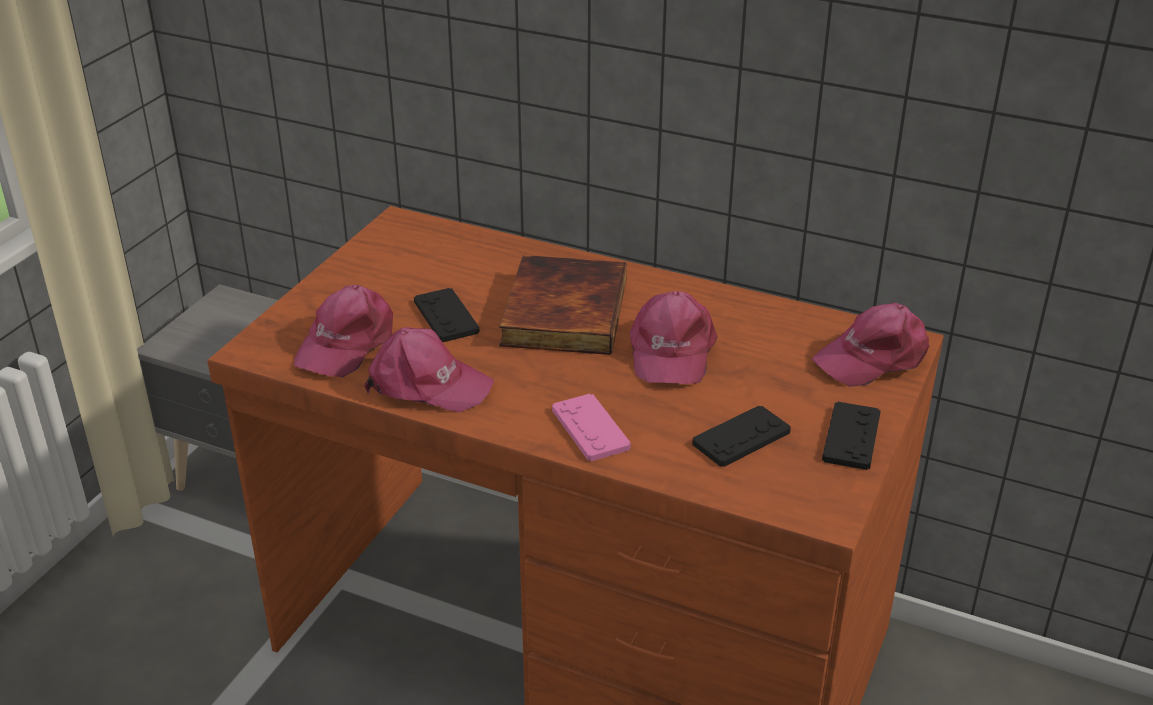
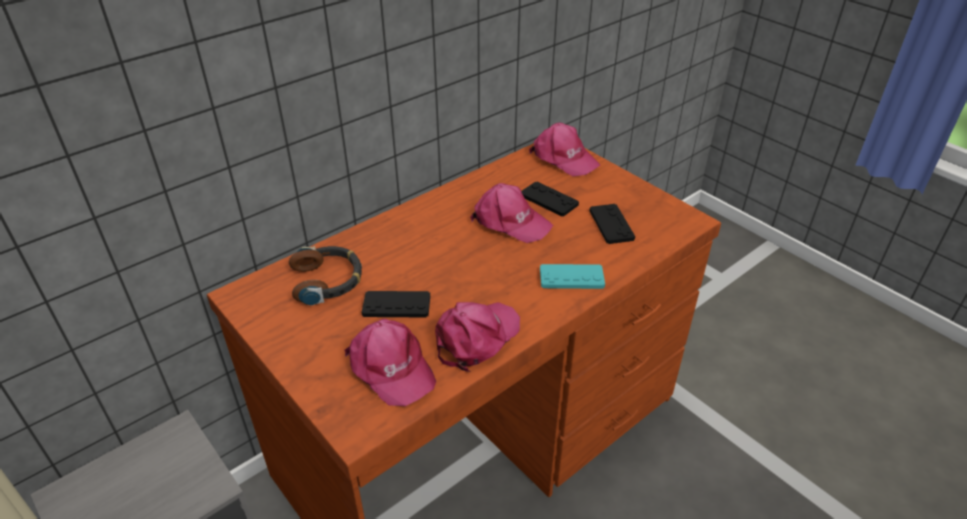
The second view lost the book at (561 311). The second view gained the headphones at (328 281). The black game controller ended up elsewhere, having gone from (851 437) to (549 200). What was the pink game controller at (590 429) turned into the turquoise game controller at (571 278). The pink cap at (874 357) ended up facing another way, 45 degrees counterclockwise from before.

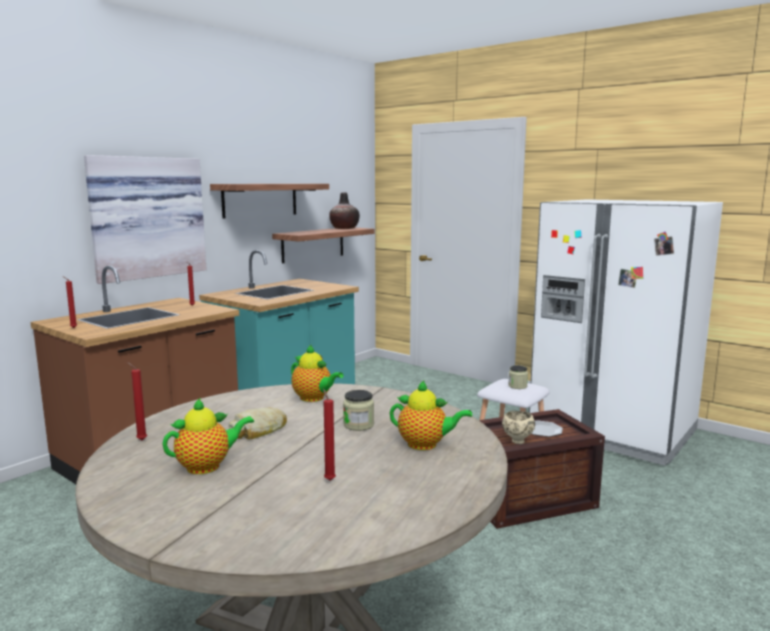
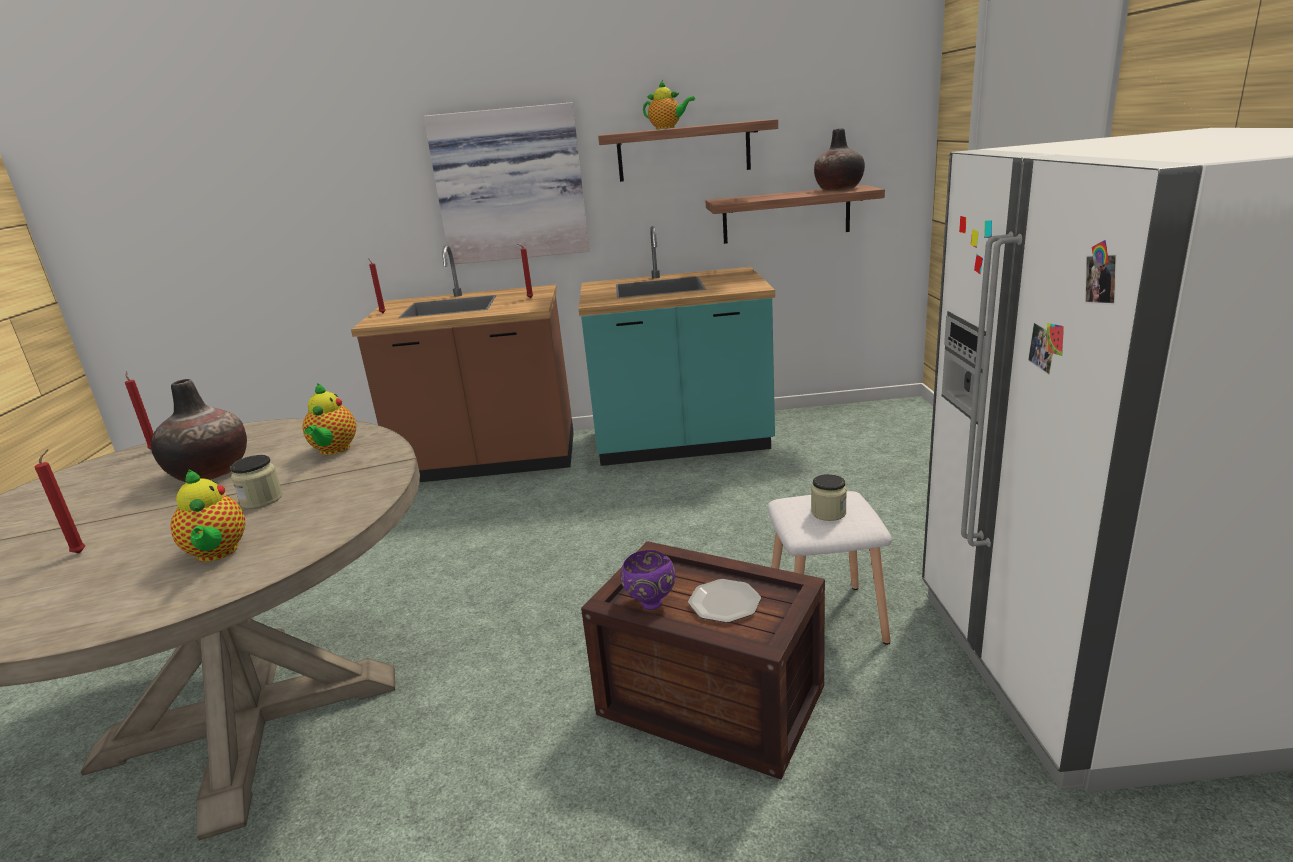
The teapot ended up elsewhere, having gone from (207 466) to (667 128). Where the bread stood at (259 430), the vase came to stand at (211 472). What was the beige bowl at (517 441) turned into the purple bowl at (649 603).

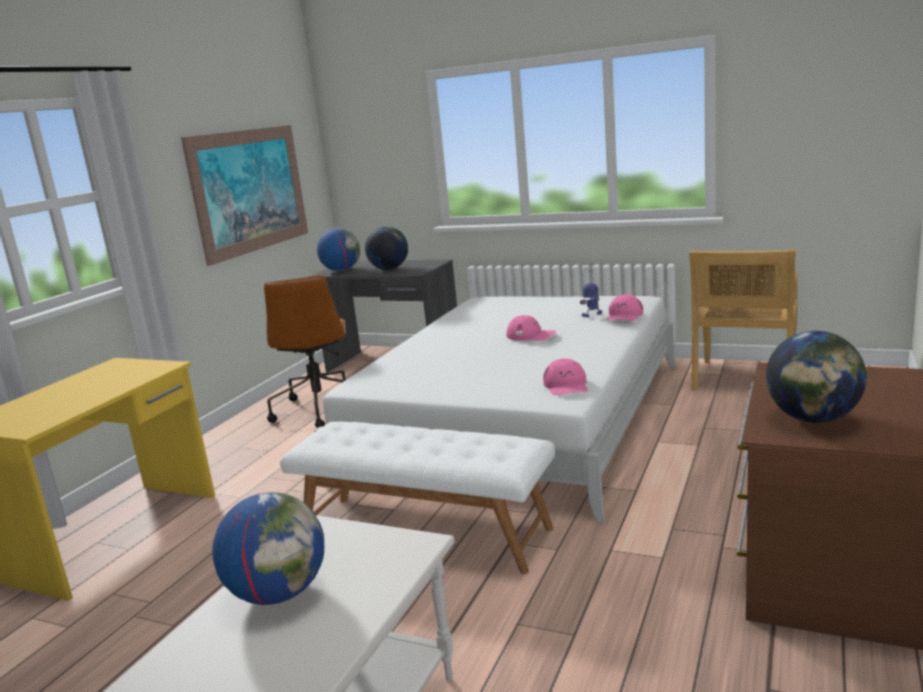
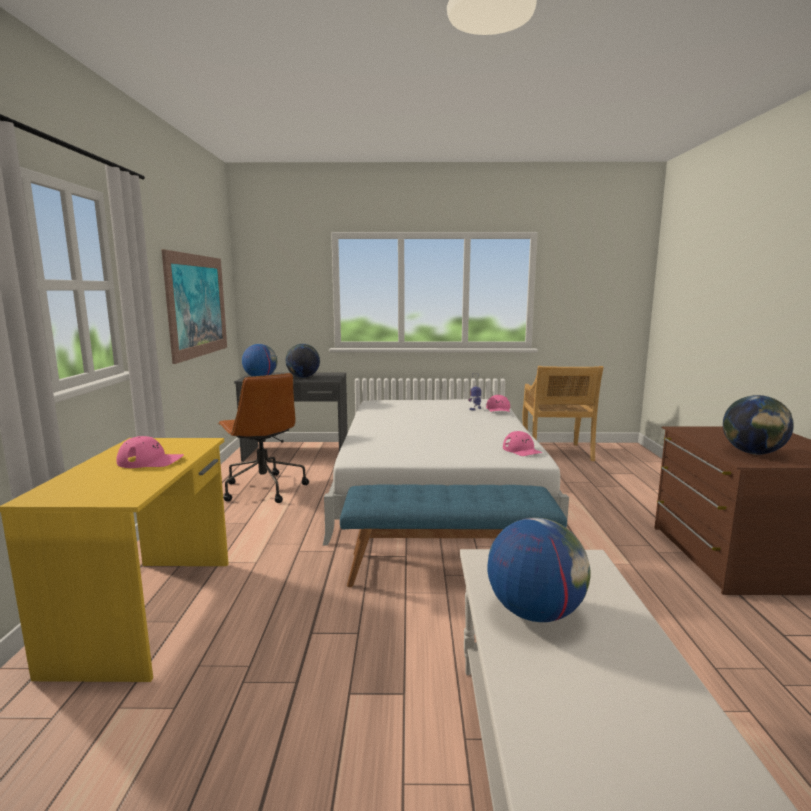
The pink cap ended up elsewhere, having gone from (531 335) to (151 461). What was the white bench at (425 531) turned into the blue bench at (449 568).

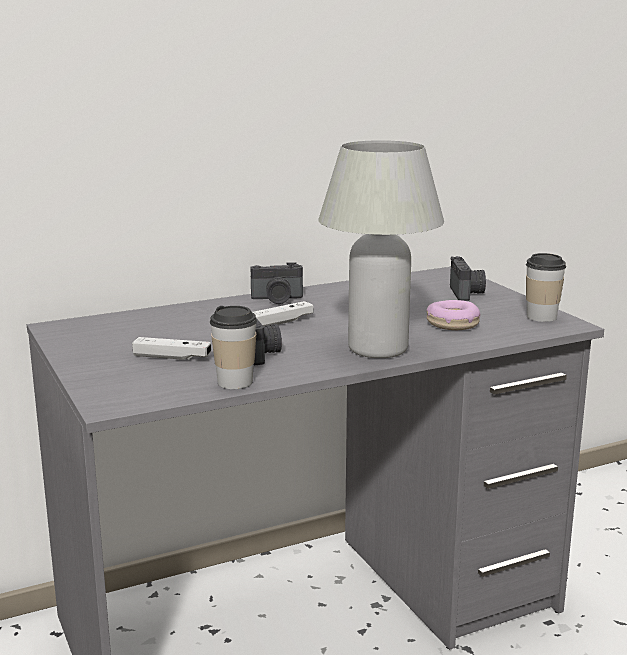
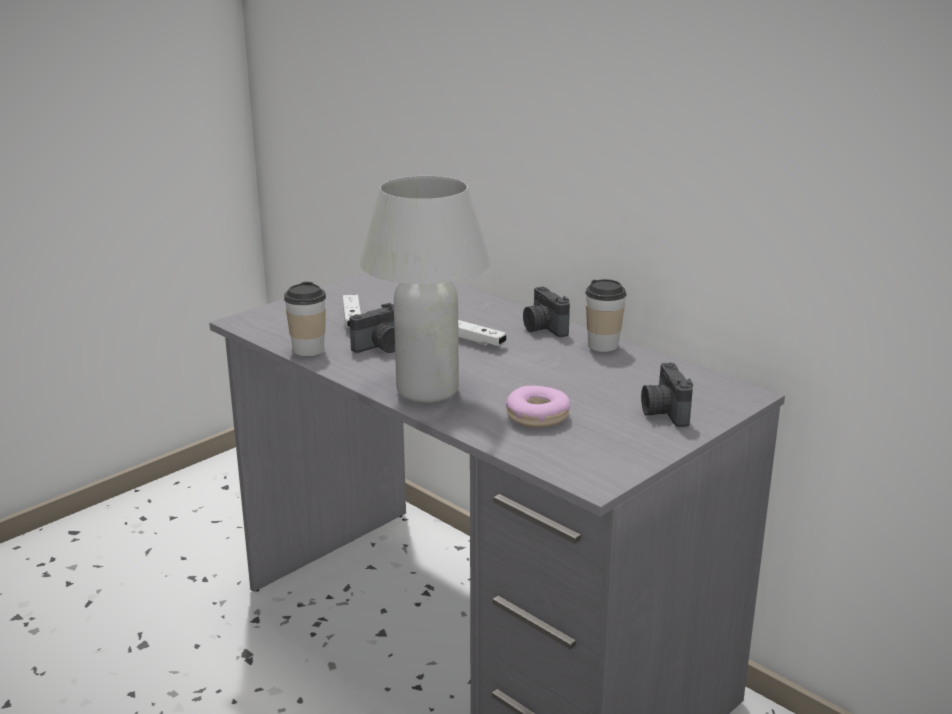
The cup ended up elsewhere, having gone from (541 317) to (603 345). The photo camera at (467 293) ended up facing another way, 105 degrees clockwise from before.

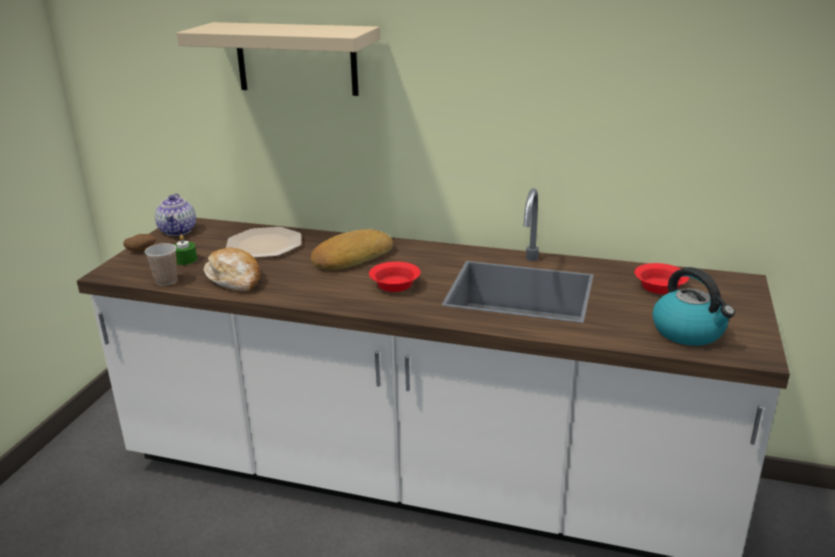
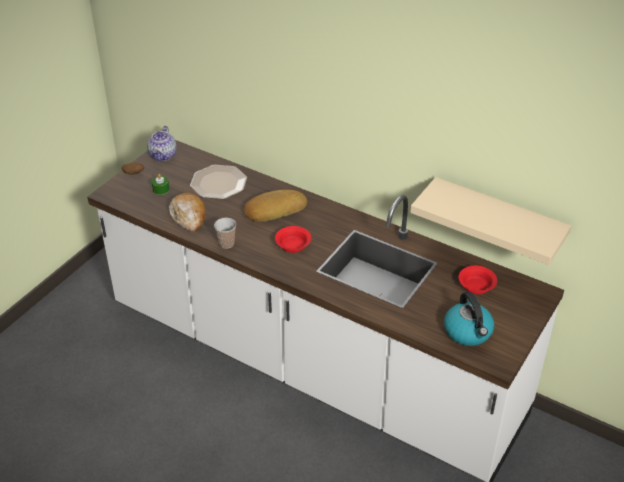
The cup ended up elsewhere, having gone from (166 281) to (226 244). The beige shelf ended up elsewhere, having gone from (296 58) to (497 221).

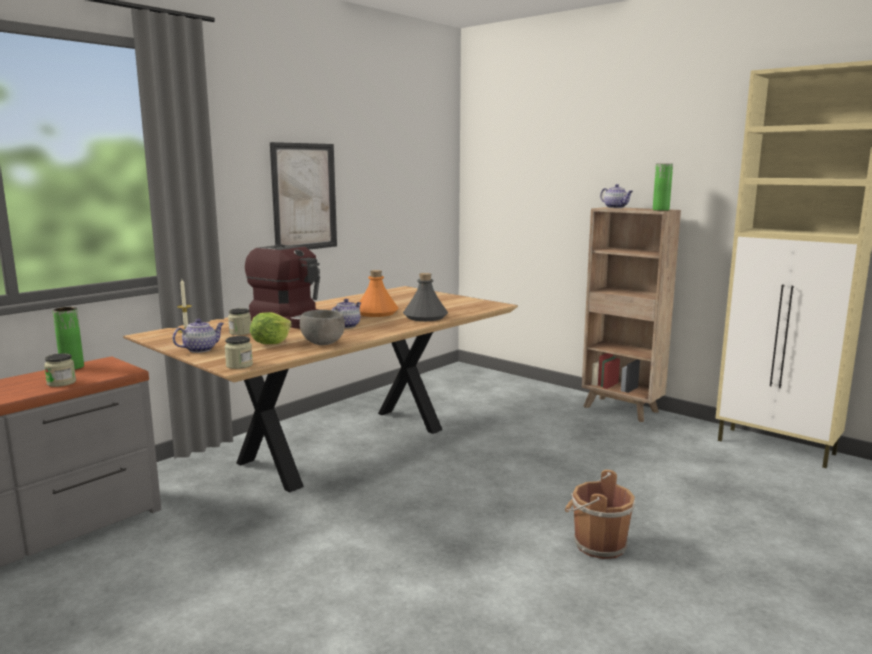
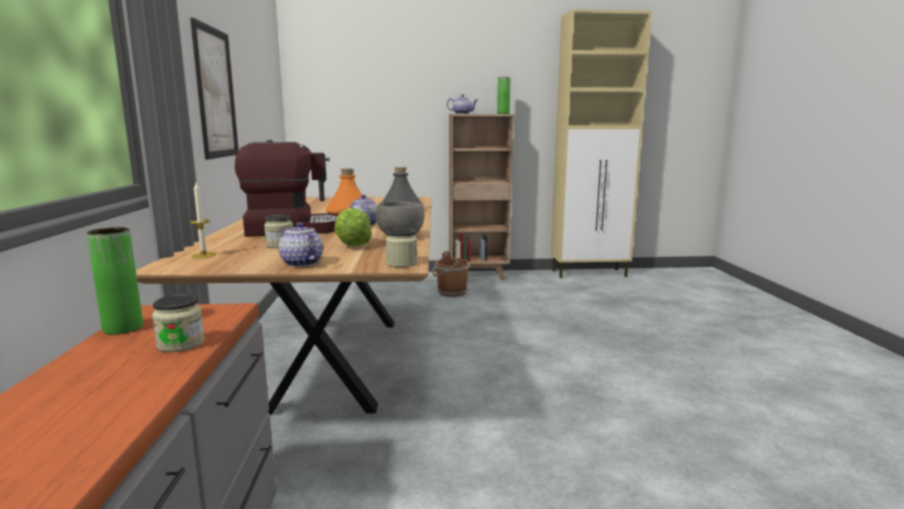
The brown bucket ended up elsewhere, having gone from (597 545) to (451 292). The teapot at (201 349) ended up facing another way, 45 degrees counterclockwise from before.

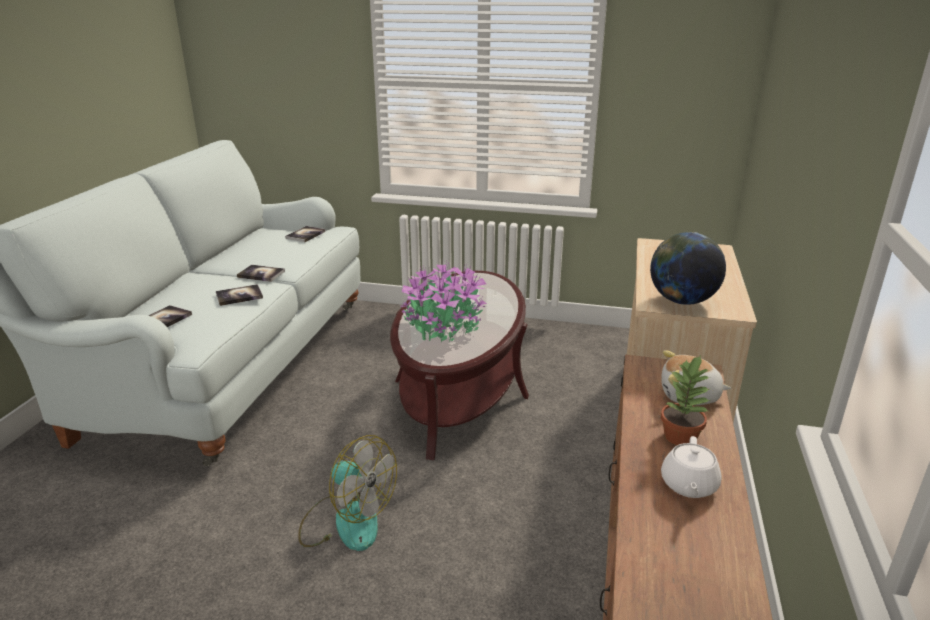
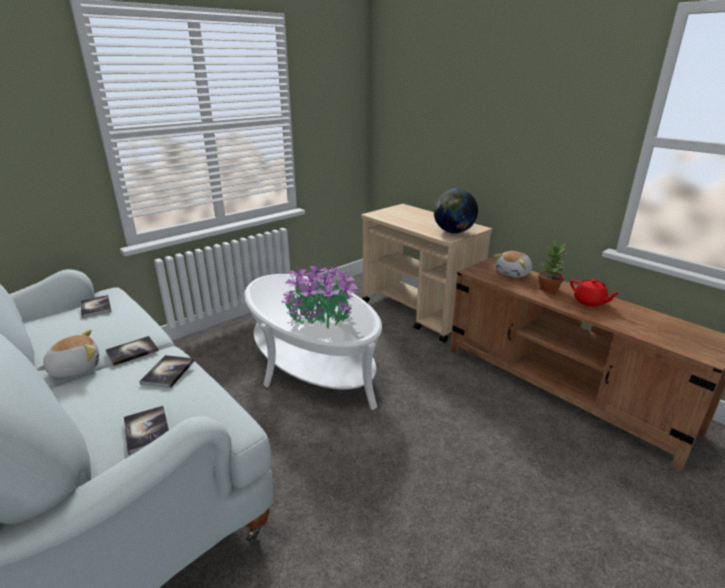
The second view lost the fan at (346 521). The second view gained the plush toy at (75 368). What was the brown coffee table at (460 388) turned into the white coffee table at (312 364). What was the white teapot at (688 485) turned into the red teapot at (590 302).

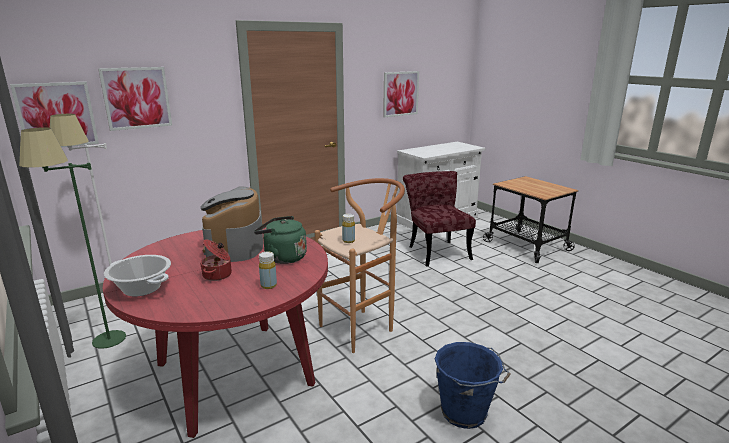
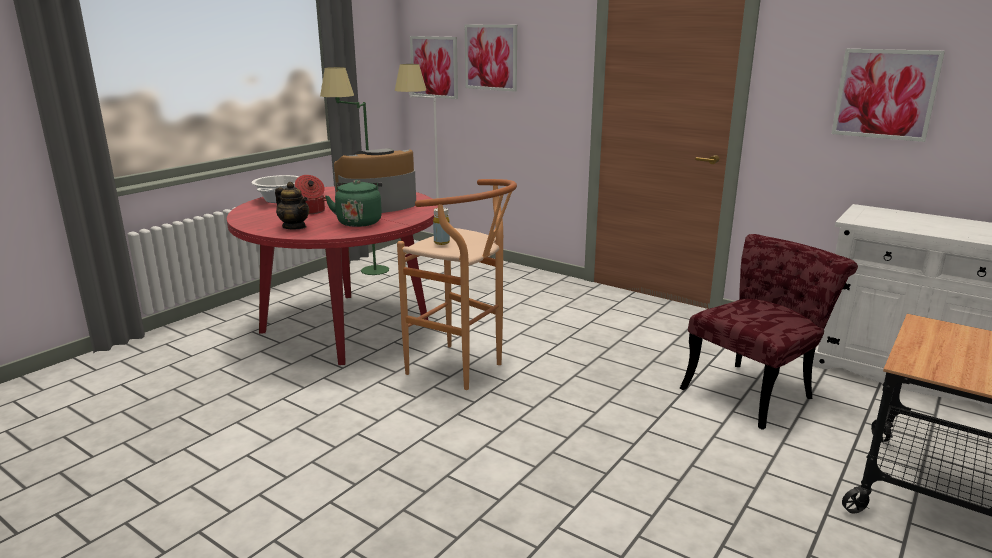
The second view lost the blue bucket at (465 413). Where the yellow bottle stood at (268 285), the teapot came to stand at (294 227).

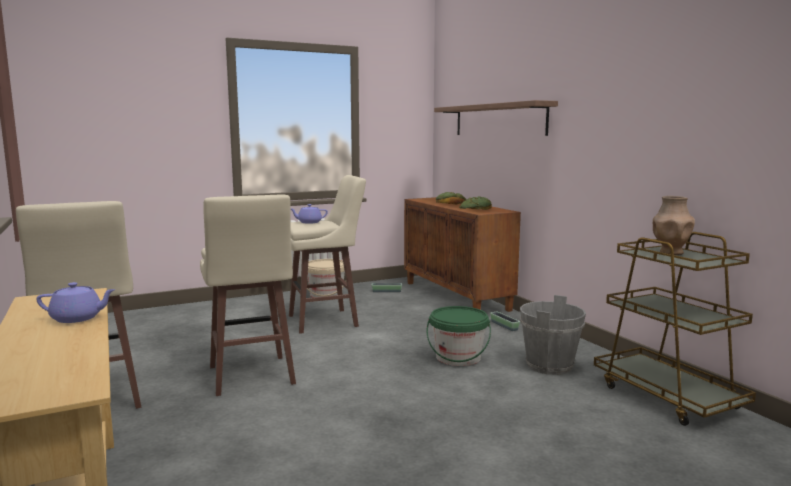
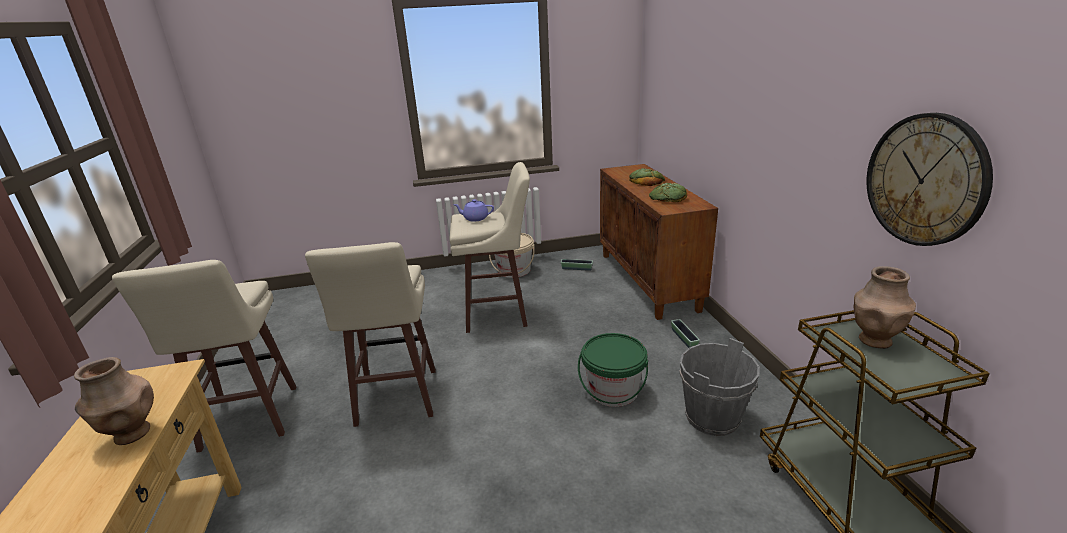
The second view lost the shelf at (498 120). The second view gained the wall clock at (925 180). Where the purple teapot stood at (78 318), the brown vase came to stand at (131 434).

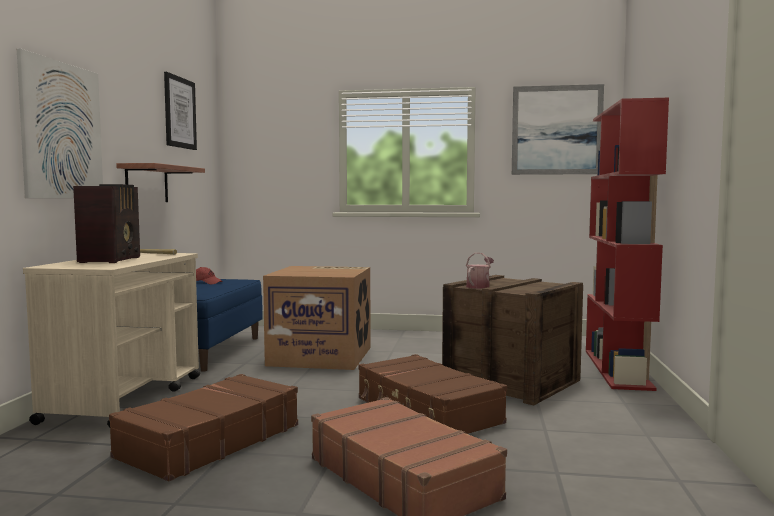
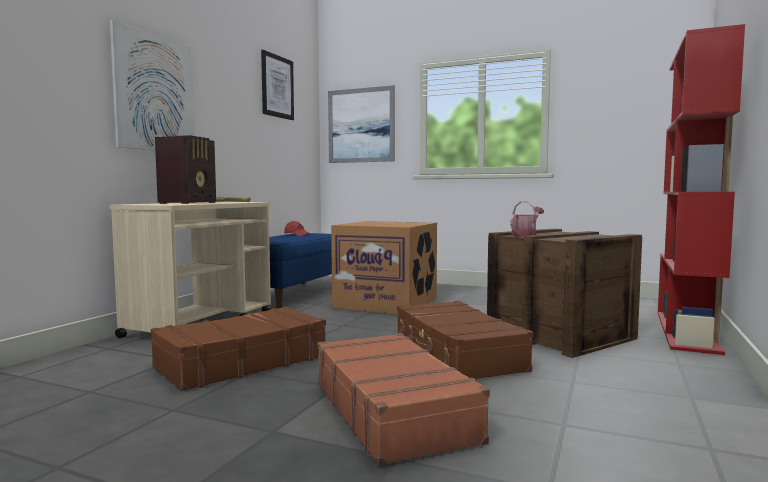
The second view lost the shelf at (147 184). The picture ended up elsewhere, having gone from (556 130) to (361 125).

